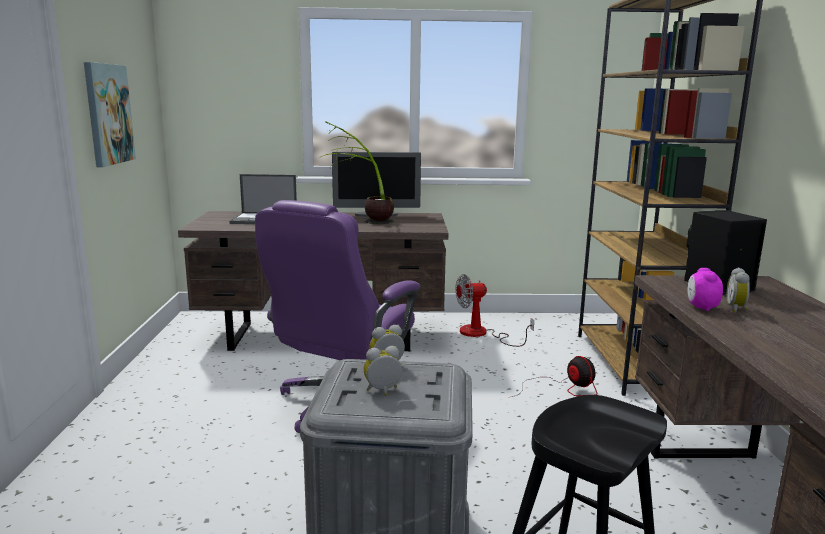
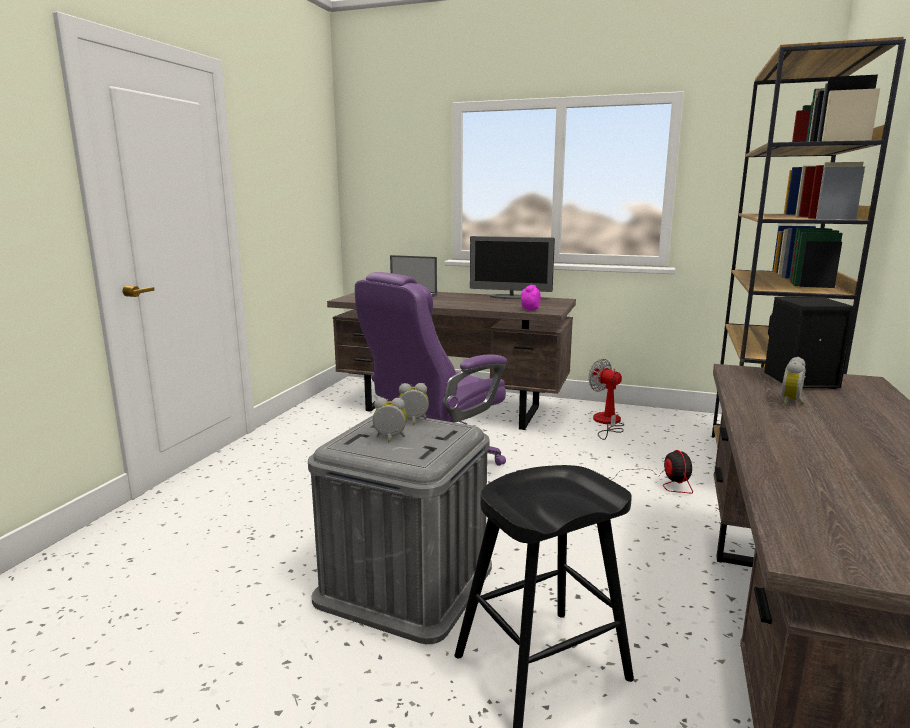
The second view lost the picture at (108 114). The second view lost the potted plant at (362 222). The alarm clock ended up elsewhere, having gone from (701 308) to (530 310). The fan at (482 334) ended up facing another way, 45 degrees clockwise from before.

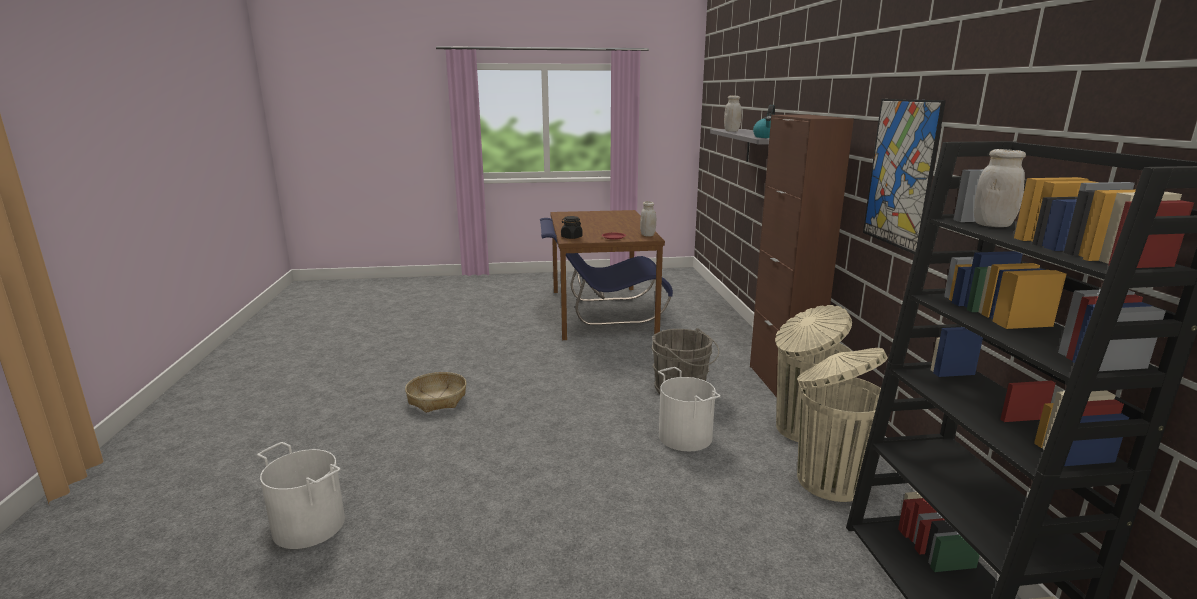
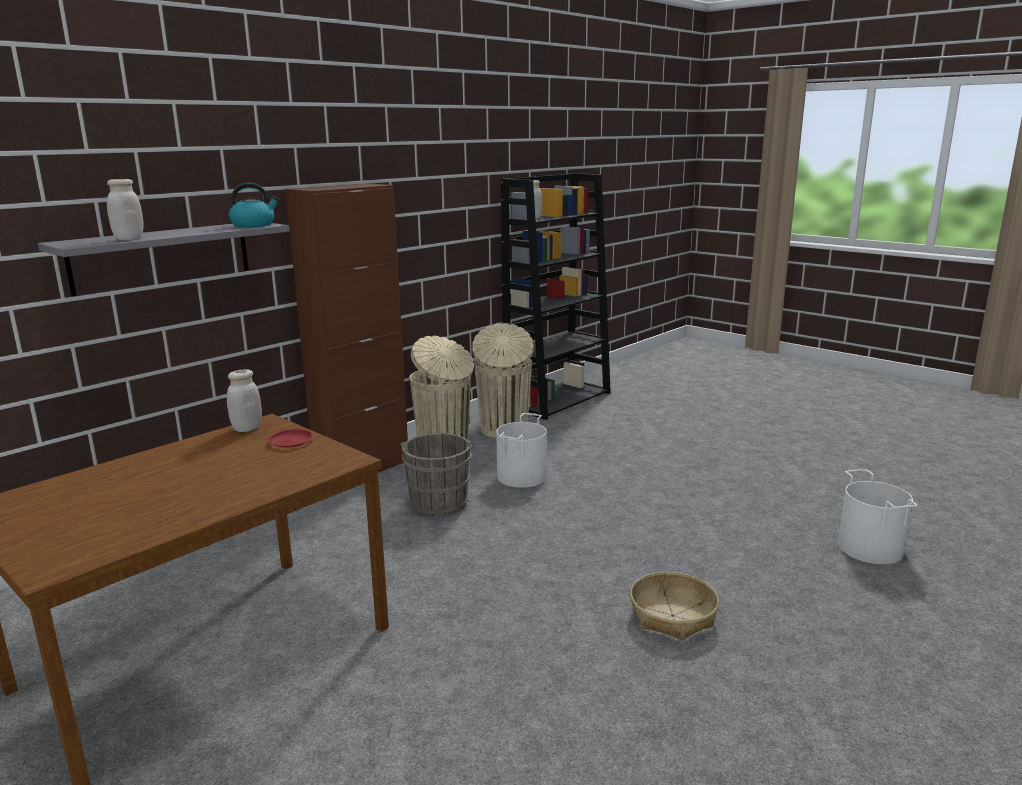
The second view lost the blue chair at (603 312). The second view lost the black jar at (571 237). The second view lost the picture at (901 173).

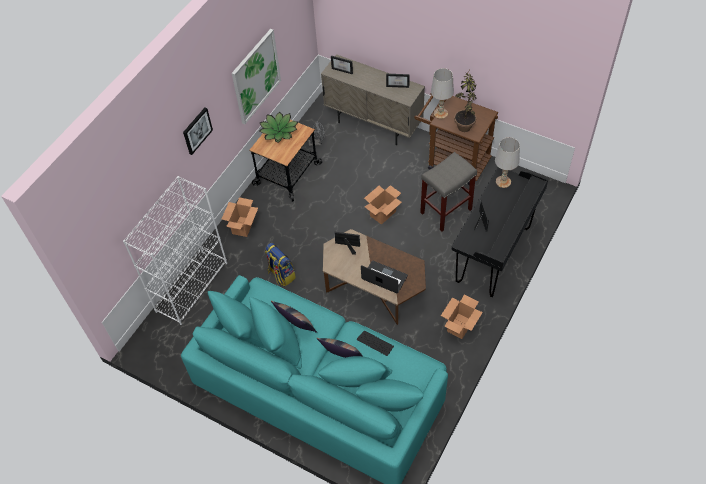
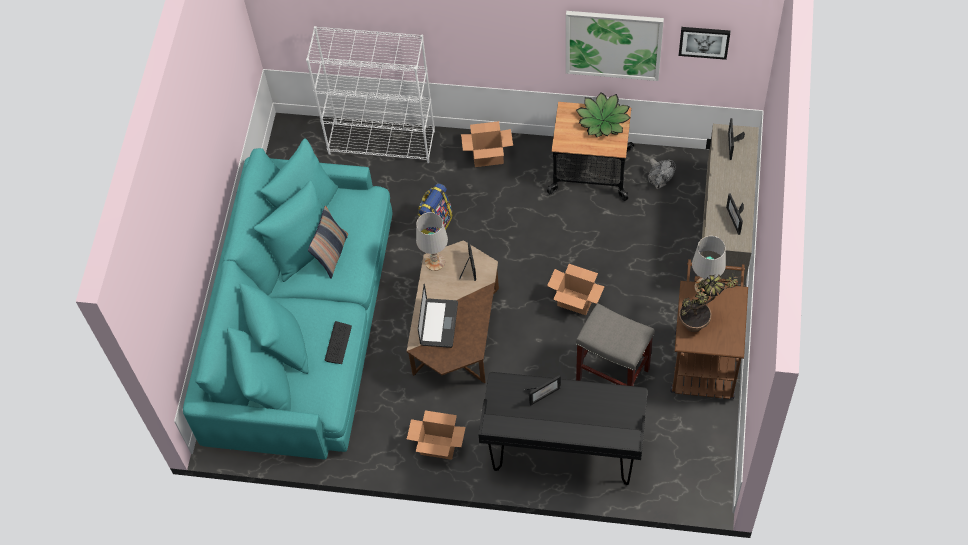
The second view lost the pillow at (342 357). The picture ended up elsewhere, having gone from (197 130) to (704 41). The white table lamp ended up elsewhere, having gone from (503 181) to (435 262).

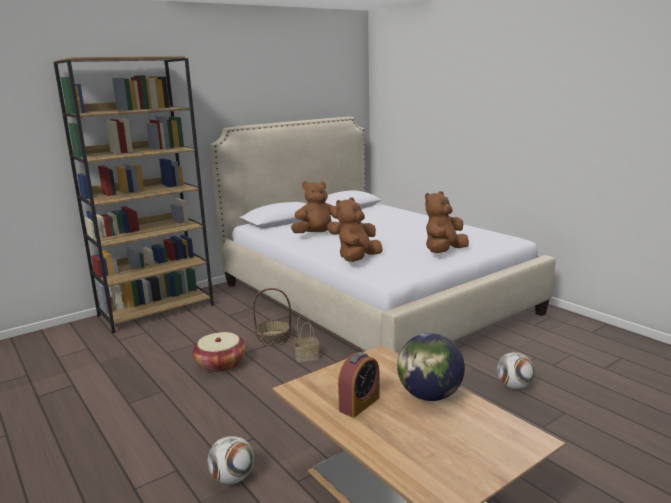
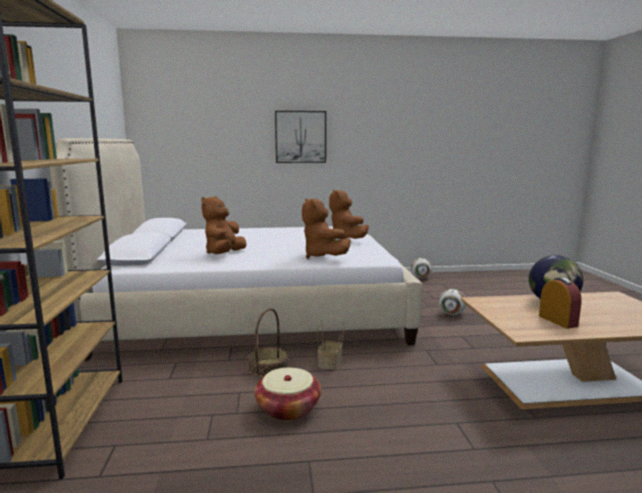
The second view gained the picture at (300 137). The football ended up elsewhere, having gone from (232 478) to (420 278).

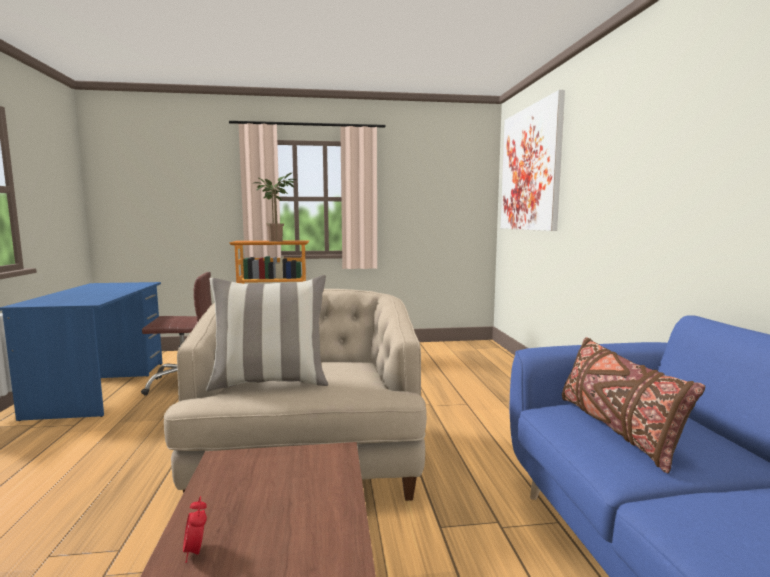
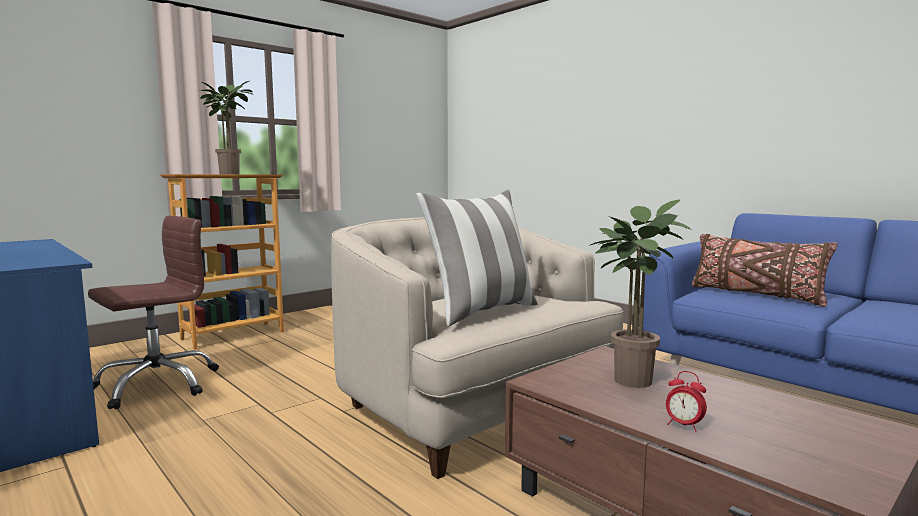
The second view lost the picture at (530 169). The second view gained the potted plant at (631 378).

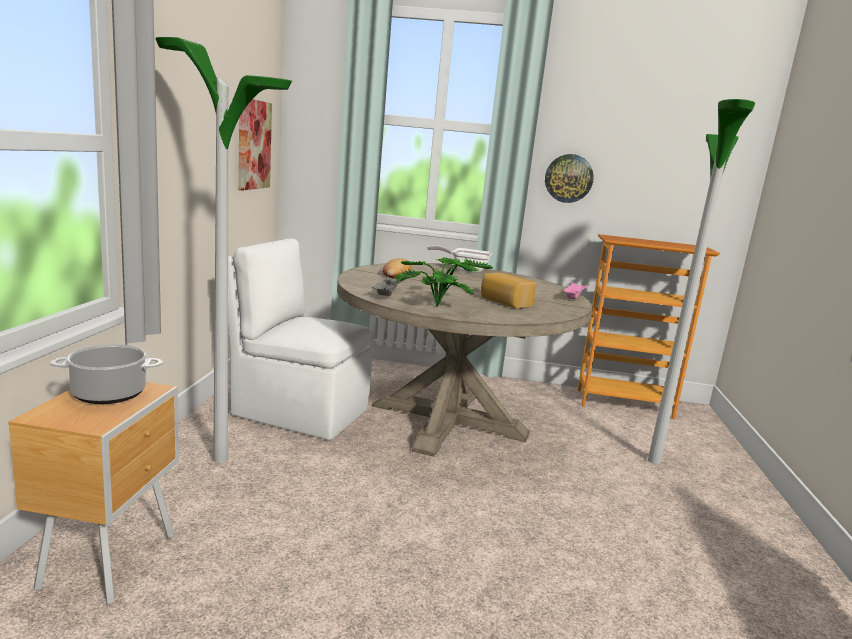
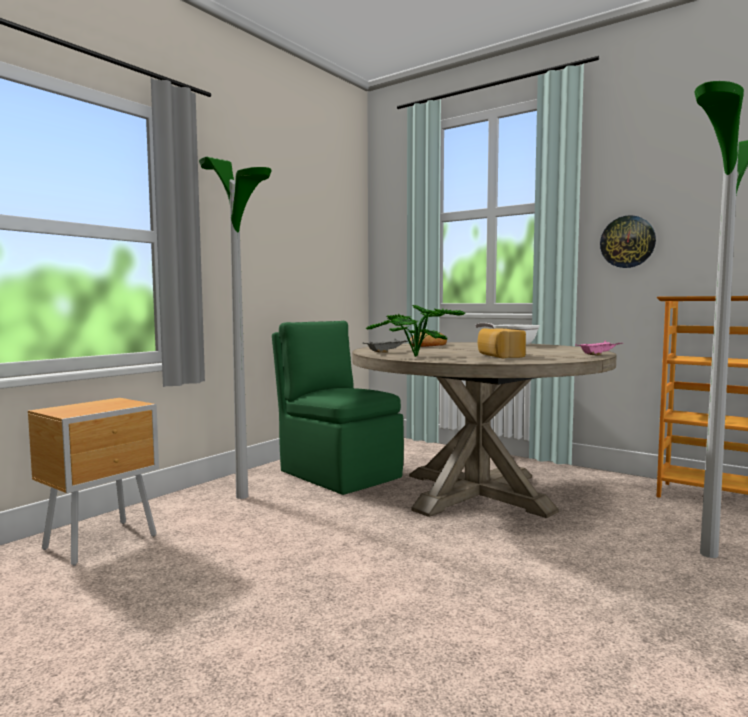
The second view lost the cooking pot at (108 394). The second view lost the picture at (253 145). What was the white chair at (298 411) turned into the green chair at (338 474).

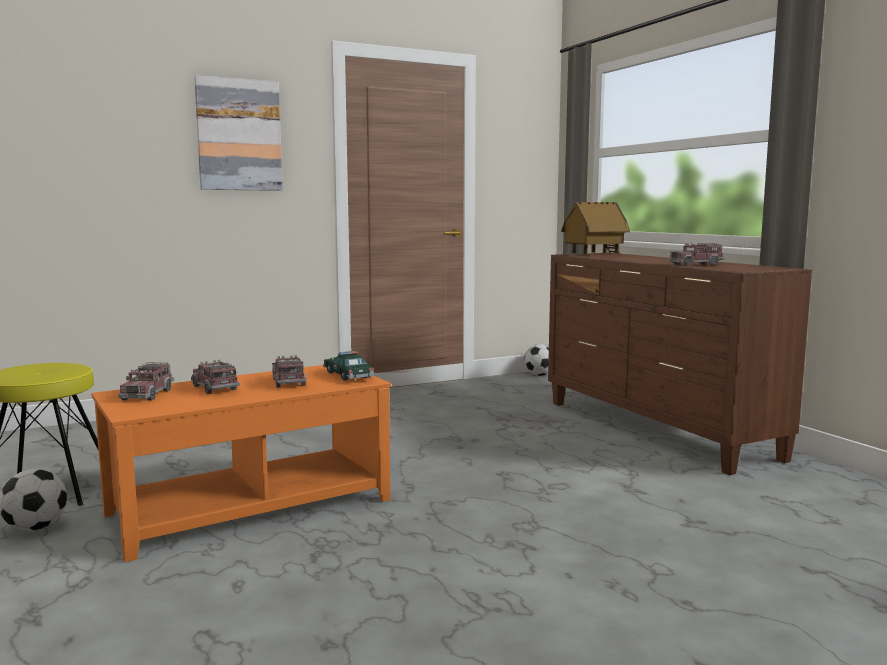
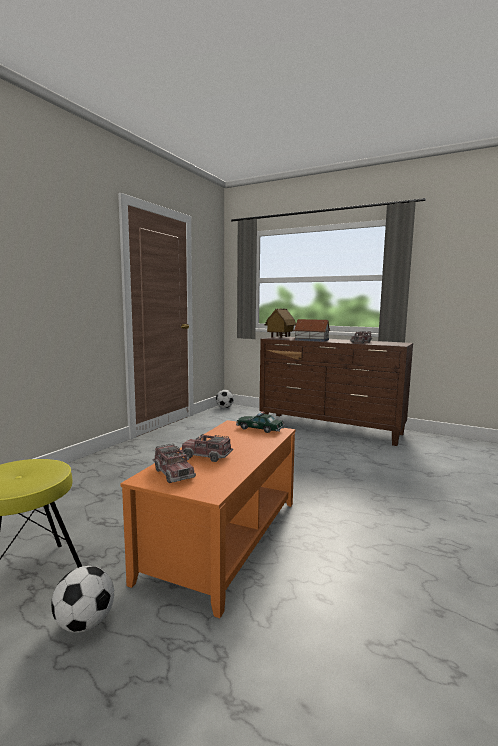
The second view lost the picture at (239 135). The second view lost the toy truck at (289 382). The second view gained the toy house at (312 340).

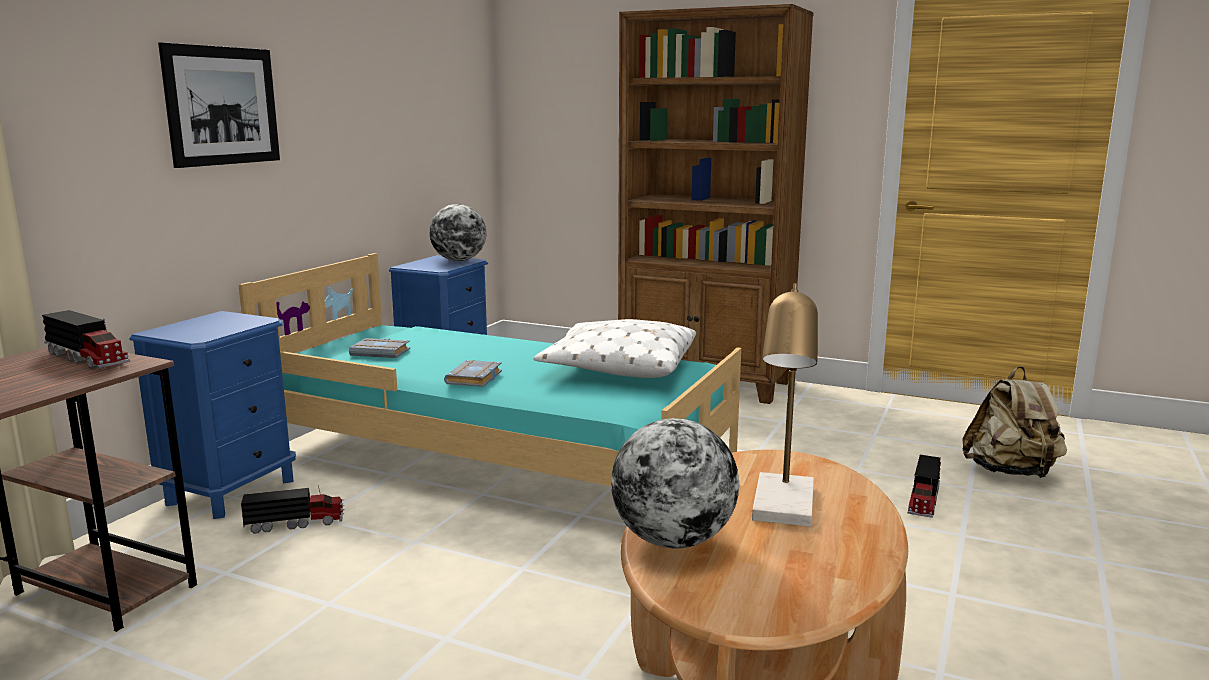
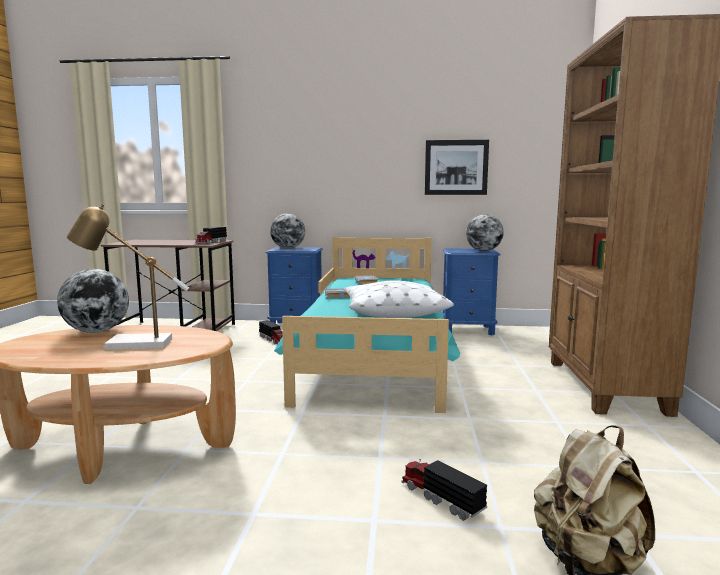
The second view gained the globe at (288 248). The picture ended up elsewhere, having gone from (222 106) to (456 167). The toy truck at (923 500) ended up facing another way, 45 degrees clockwise from before.

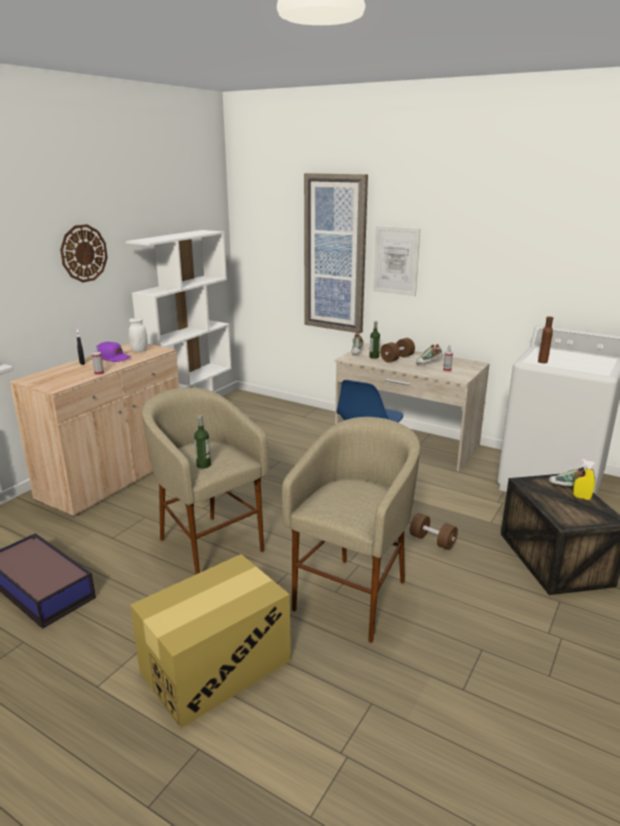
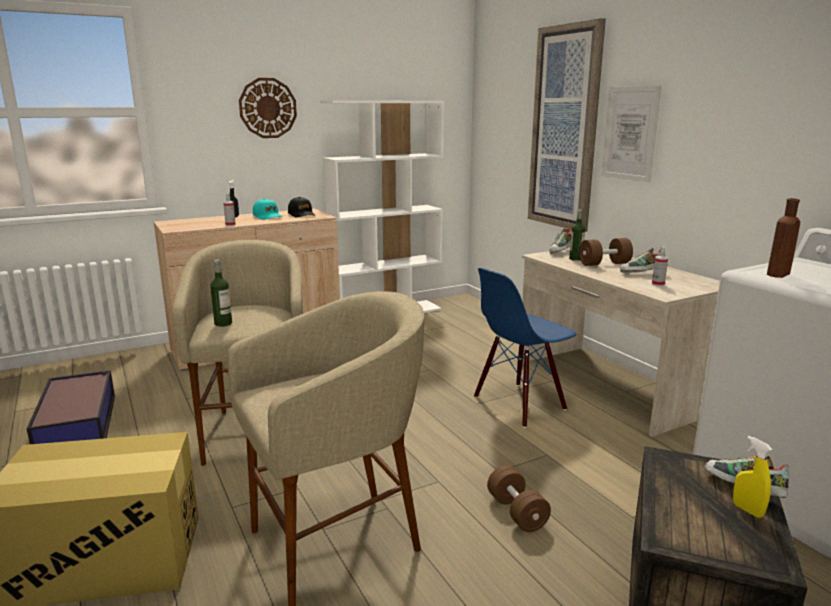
Where the white jar stood at (139 350), the black cap came to stand at (301 214). What was the purple cap at (113 358) turned into the turquoise cap at (268 216).

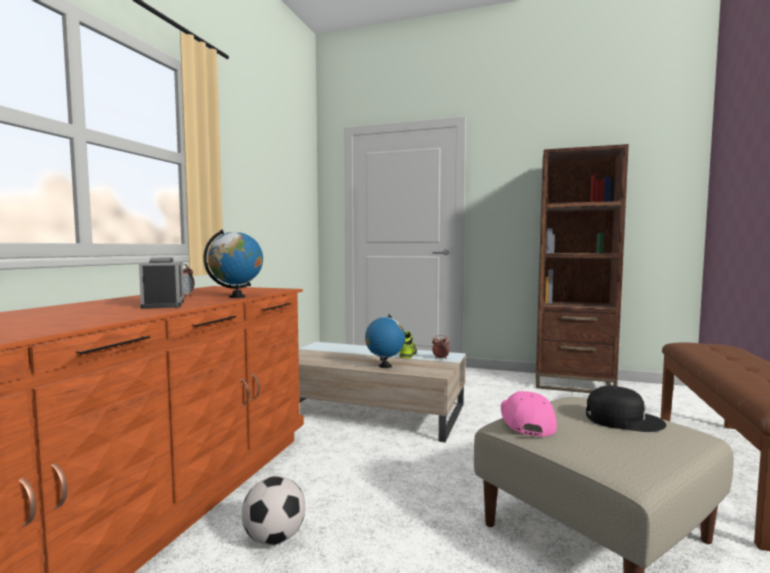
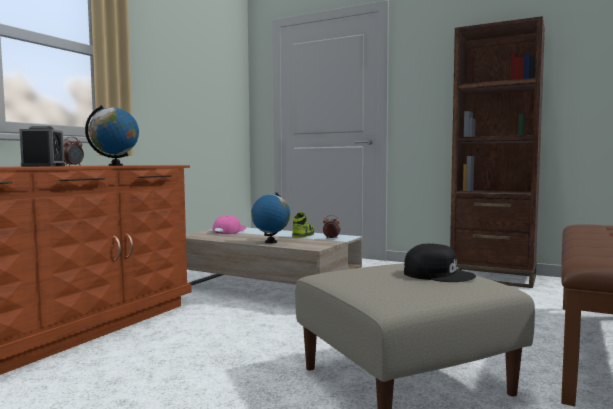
The second view lost the football at (274 538). The pink cap ended up elsewhere, having gone from (526 421) to (228 231).

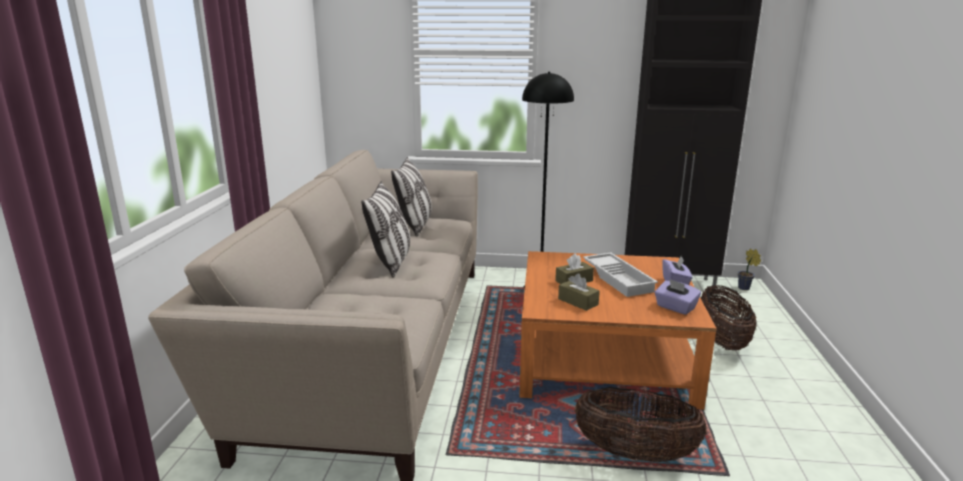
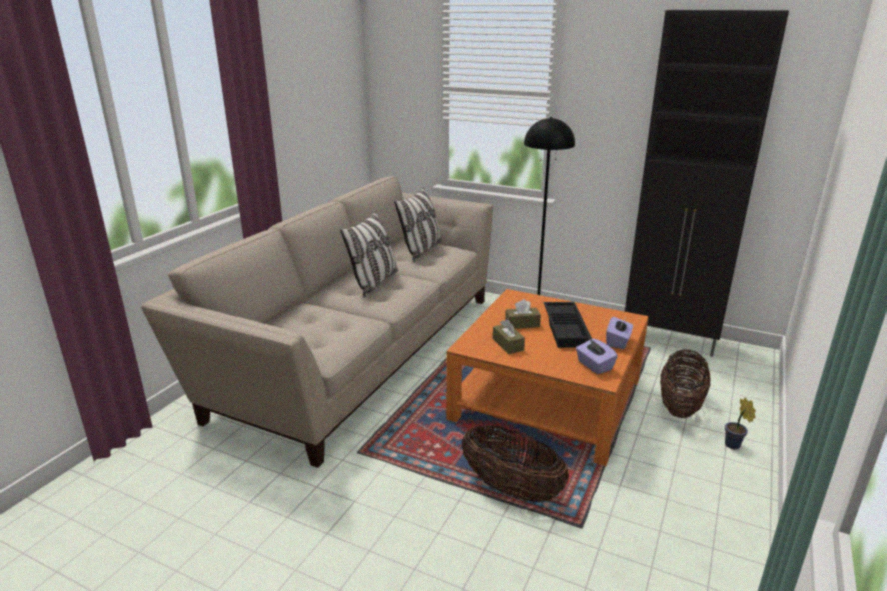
The potted plant ended up elsewhere, having gone from (745 288) to (733 446). What was the white tray at (619 279) turned into the black tray at (566 329).

